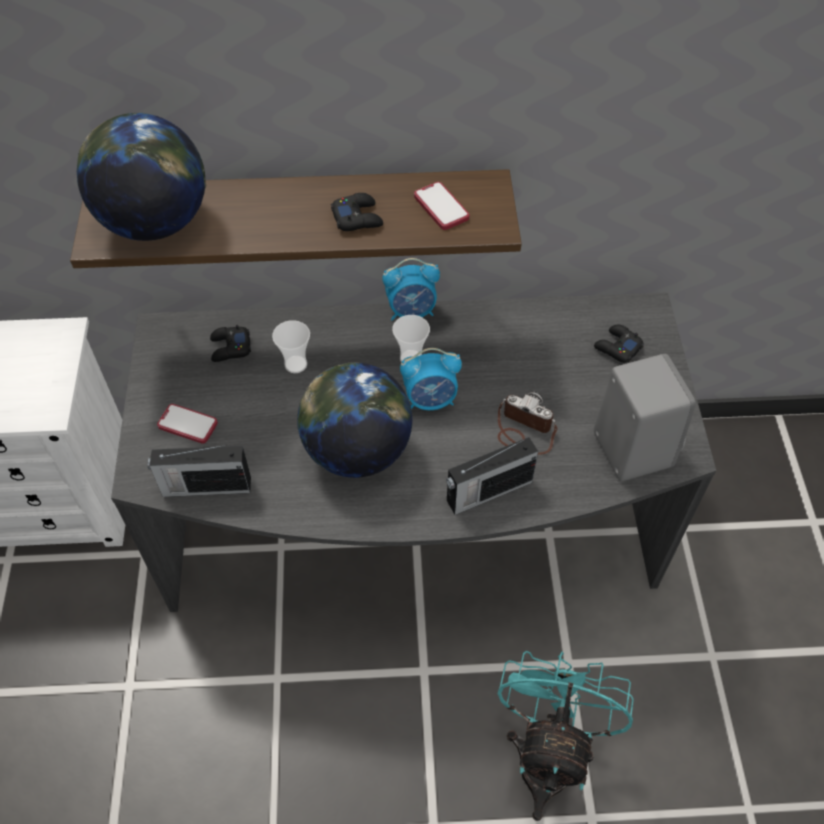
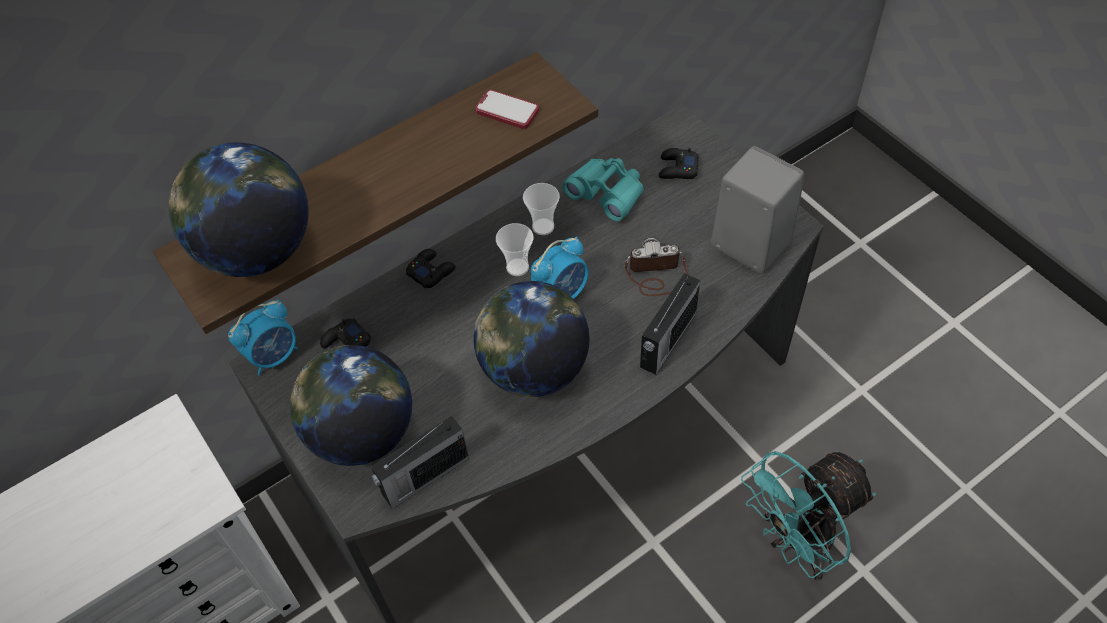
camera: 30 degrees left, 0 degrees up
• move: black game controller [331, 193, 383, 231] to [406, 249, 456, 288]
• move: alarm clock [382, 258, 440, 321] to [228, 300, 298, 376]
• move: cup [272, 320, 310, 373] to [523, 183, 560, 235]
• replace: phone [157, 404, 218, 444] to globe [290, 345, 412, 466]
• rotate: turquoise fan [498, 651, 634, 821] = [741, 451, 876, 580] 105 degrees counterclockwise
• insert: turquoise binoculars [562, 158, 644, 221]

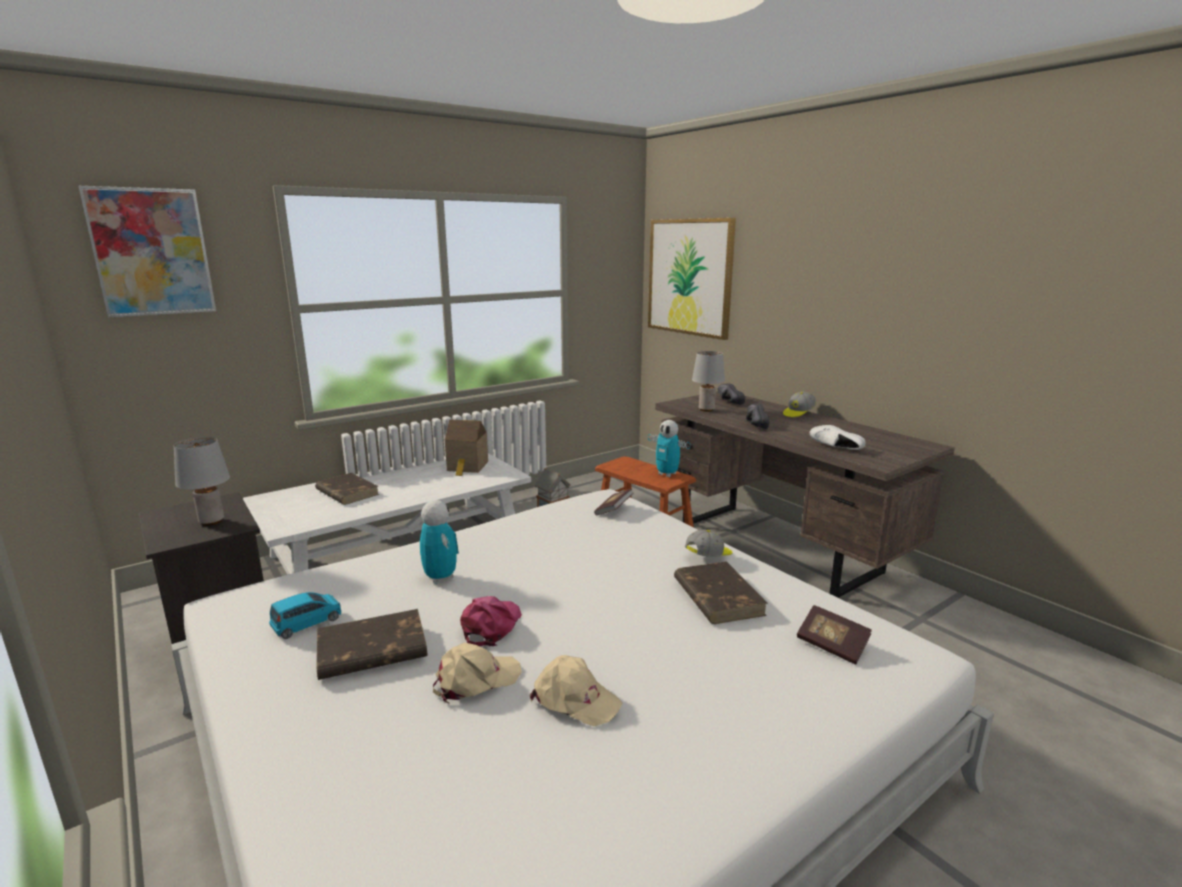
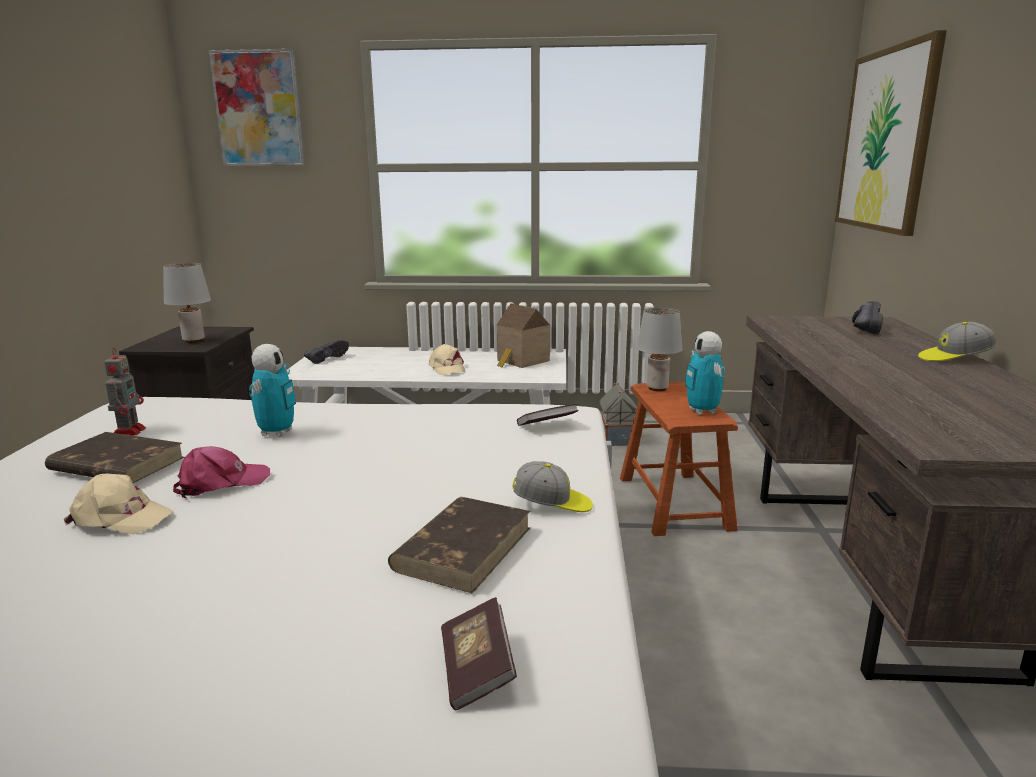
camera: 40 degrees right, 0 degrees up
• move: grey table lamp [692, 351, 725, 412] to [637, 308, 682, 391]
• move: black shoe [746, 404, 769, 429] to [304, 340, 349, 364]
• delete: white shoe [810, 425, 865, 450]
• delete: brown book [315, 473, 379, 505]
• replace: blue toy car [269, 592, 341, 639] to toy robot [104, 348, 146, 435]
• move: beige cap [530, 655, 623, 726] to [429, 344, 465, 375]

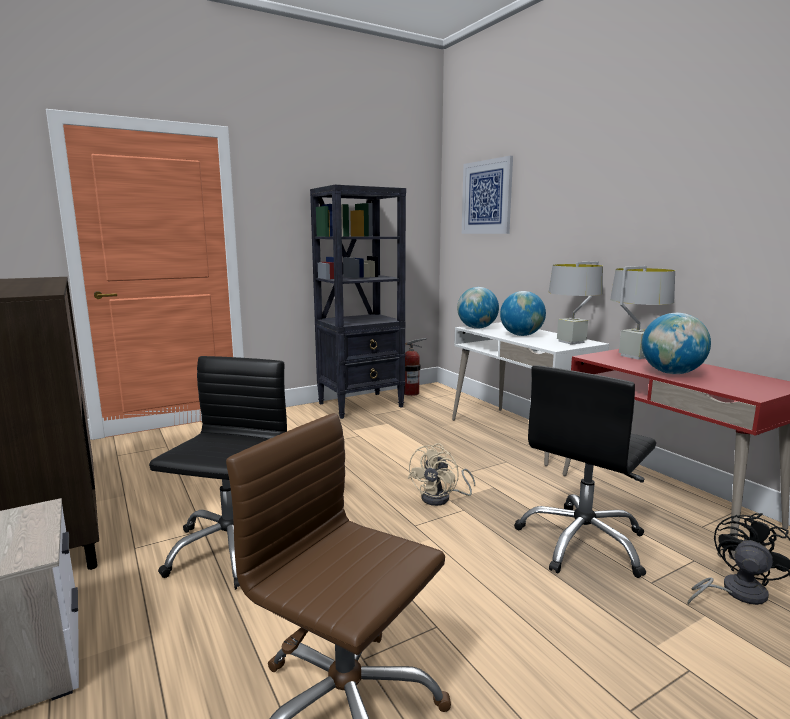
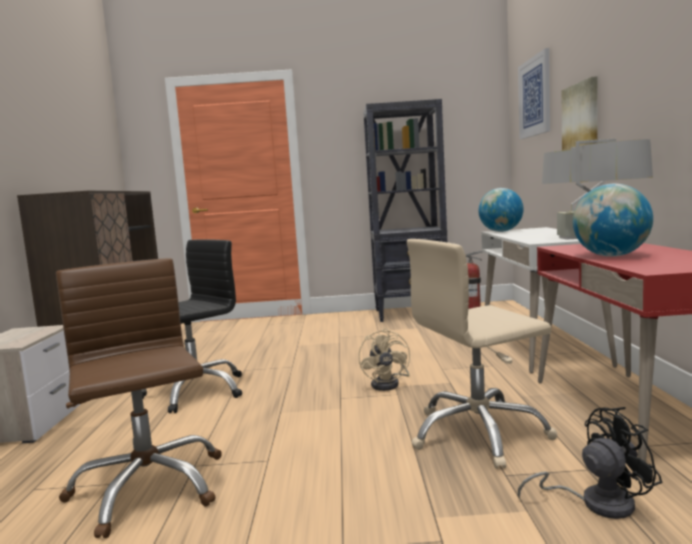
camera: 30 degrees right, 5 degrees down
• delete: globe [500, 291, 546, 336]
• recolor: black office chair [514, 365, 656, 578] to beige office chair [407, 239, 557, 469]
• rotate: beige fan [408, 443, 475, 506] = [358, 328, 410, 391] 60 degrees counterclockwise
• insert: picture [562, 76, 598, 151]

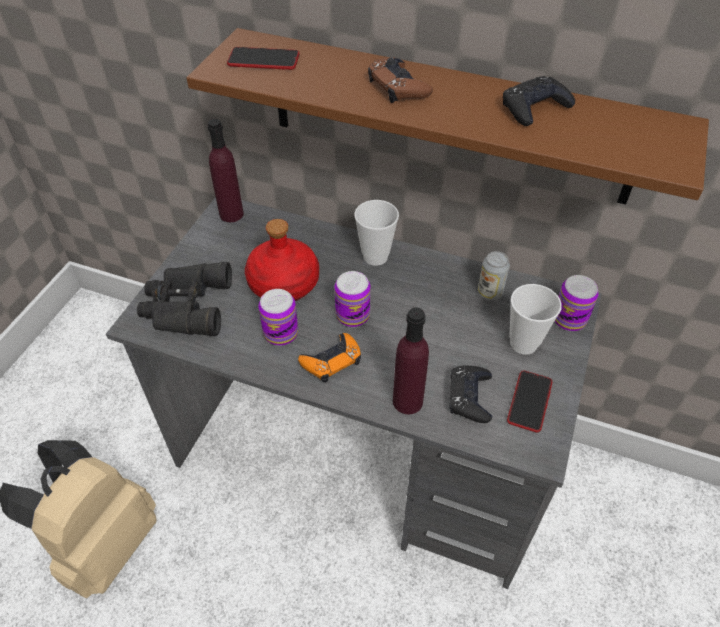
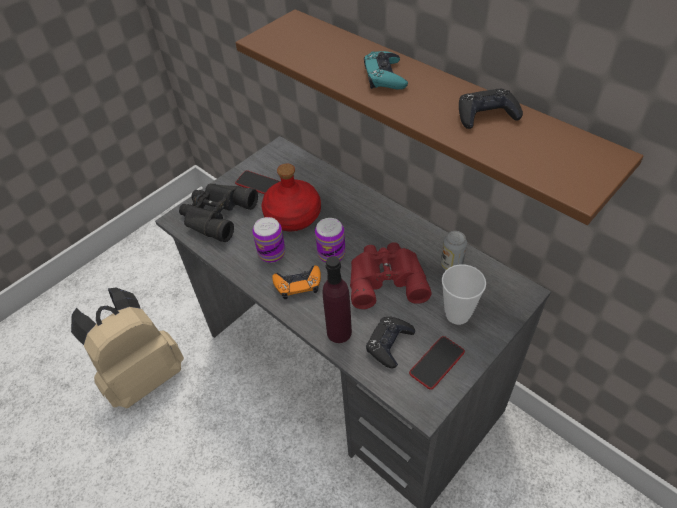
camera: 25 degrees right, 0 degrees up
• move: phone [227, 47, 300, 70] to [235, 170, 280, 194]
• recolor: brown game controller [368, 57, 433, 103] to turquoise game controller [364, 51, 408, 89]
• delete: purple bottle [208, 119, 244, 222]
• delete: cup [354, 200, 399, 266]
• delete: can [555, 275, 599, 331]
• insert: red binoculars [350, 242, 432, 309]

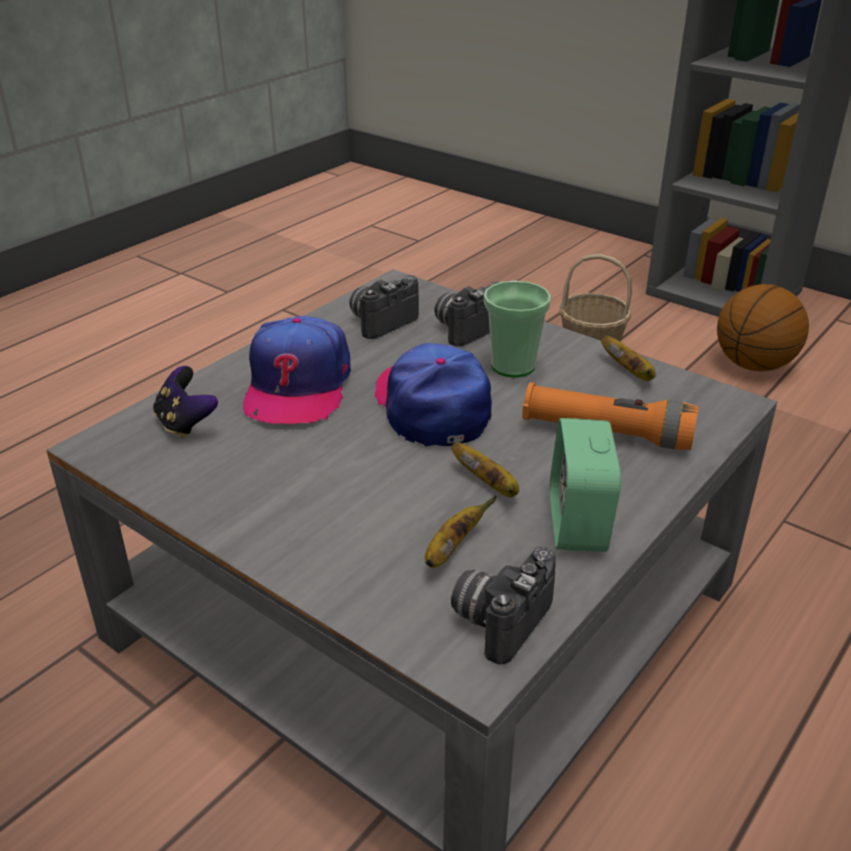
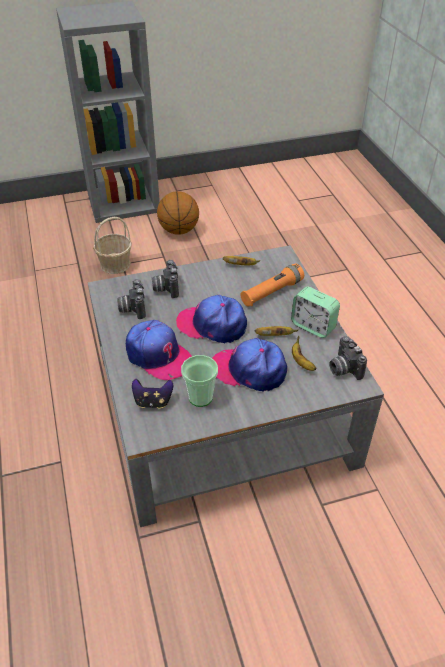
camera: 55 degrees left, 10 degrees up
• move: cup [484, 281, 551, 378] to [181, 355, 218, 407]
• insert: cap [212, 338, 287, 392]

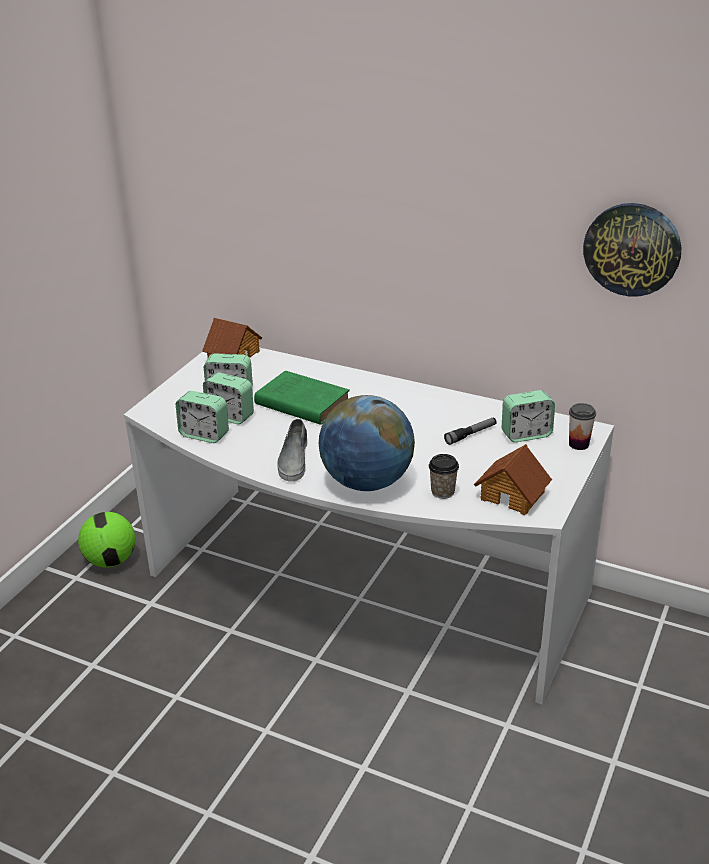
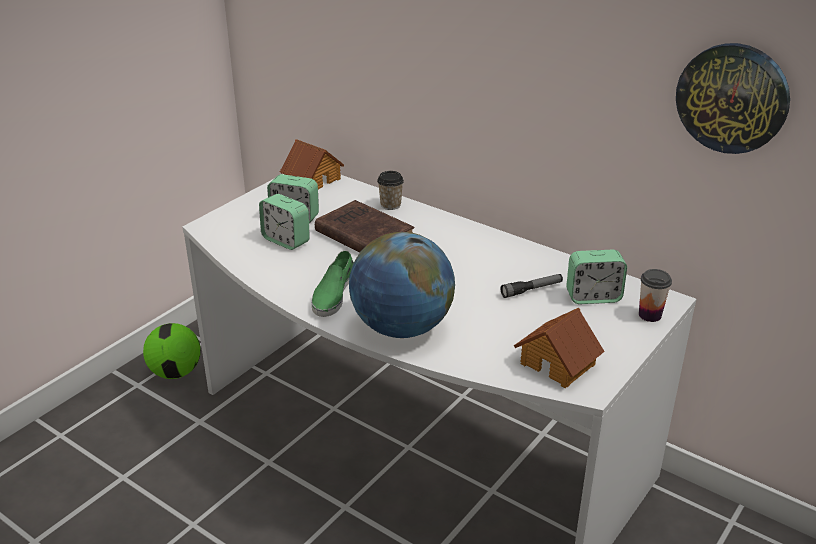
camera: 10 degrees right, 0 degrees up
• recolor: green book [254, 371, 350, 425] to brown book [315, 200, 414, 253]
• delete: alarm clock [176, 391, 229, 443]
• recolor: grey shoe [277, 419, 307, 482] to green shoe [312, 251, 353, 317]
• move: cup [429, 454, 459, 499] to [377, 171, 404, 210]

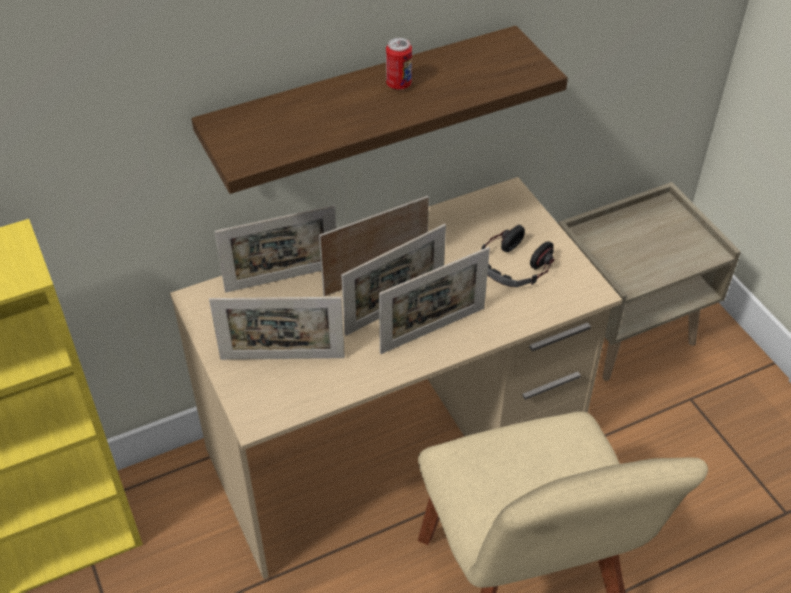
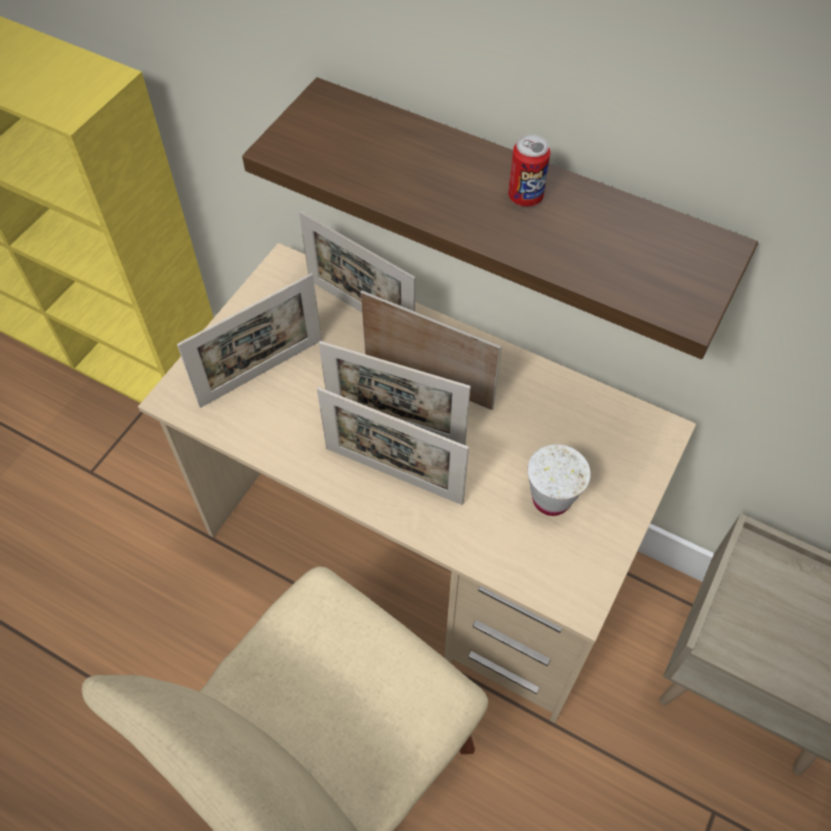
camera: 55 degrees right, 10 degrees up
• replace: headphones [482, 225, 554, 287] to white cup [527, 444, 591, 516]
• rotate: picture frame [209, 297, 345, 360] = [177, 273, 322, 408] 90 degrees counterclockwise

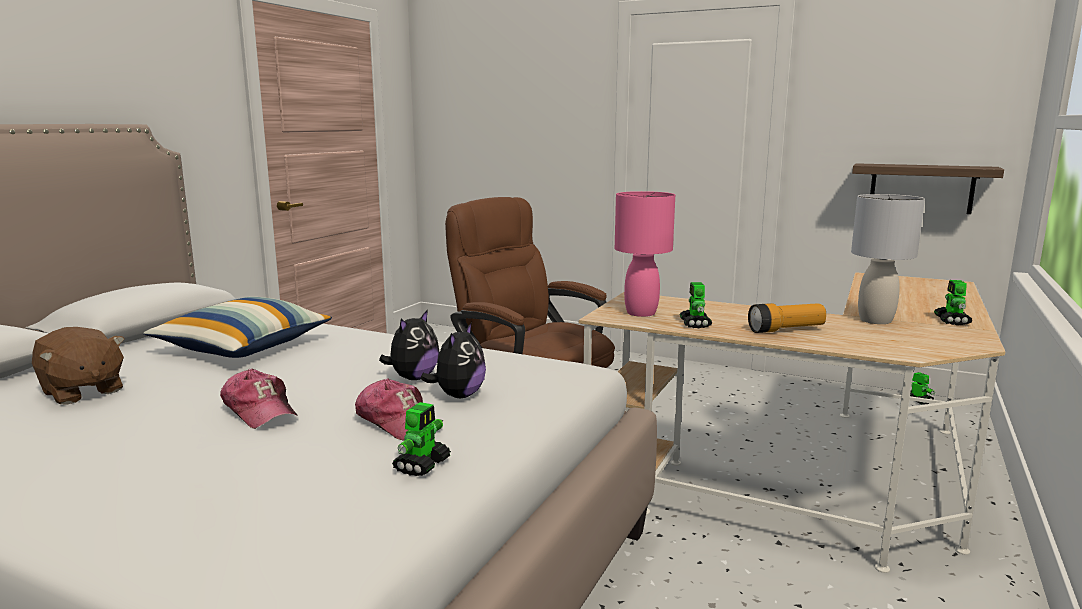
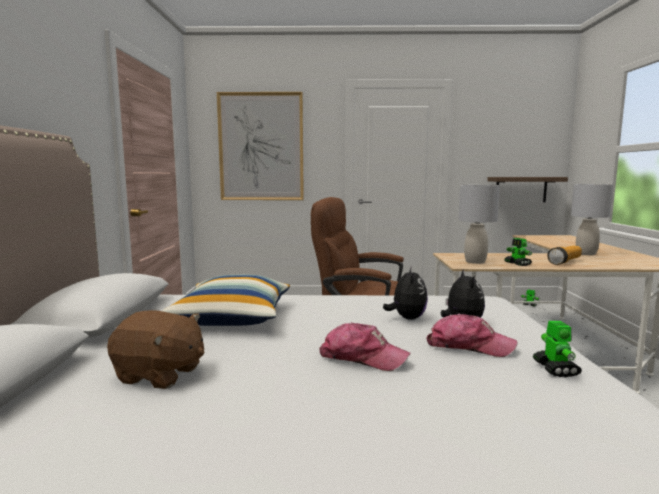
camera: 25 degrees left, 5 degrees down
• recolor: pink table lamp [615, 191, 675, 317] to grey table lamp [458, 185, 500, 264]
• delete: toy robot [934, 280, 973, 325]
• insert: picture [217, 92, 304, 200]

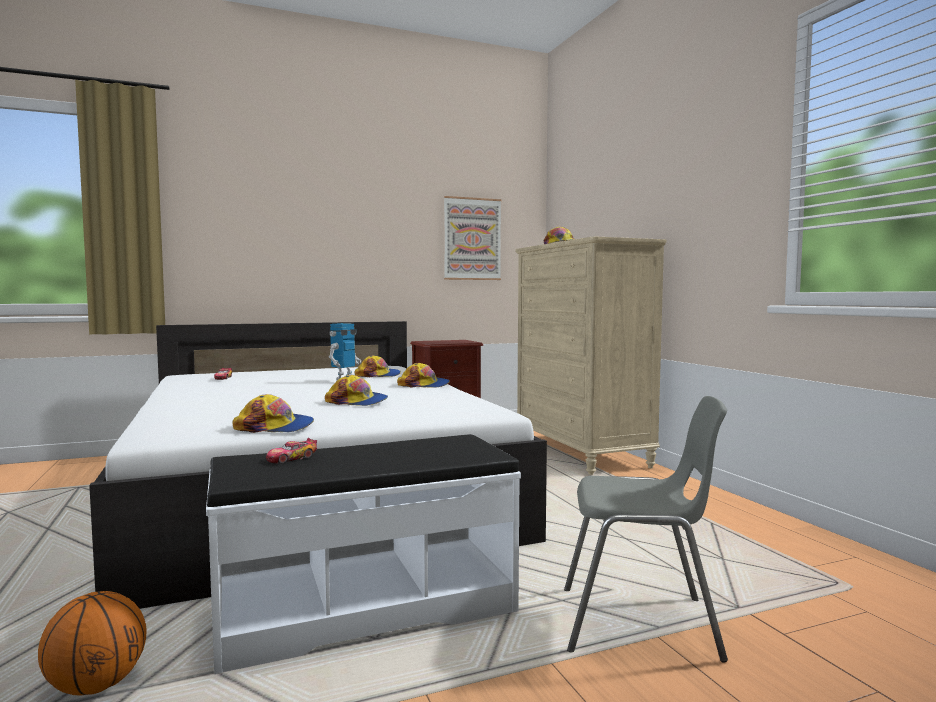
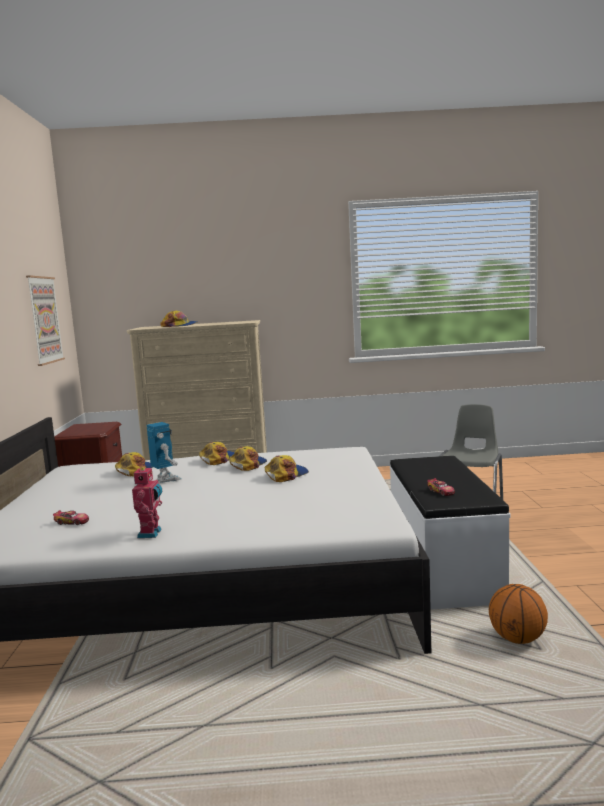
camera: 70 degrees left, 5 degrees up
• move: cap [233, 394, 314, 433] to [229, 446, 267, 471]
• insert: toy robot [132, 465, 162, 538]

